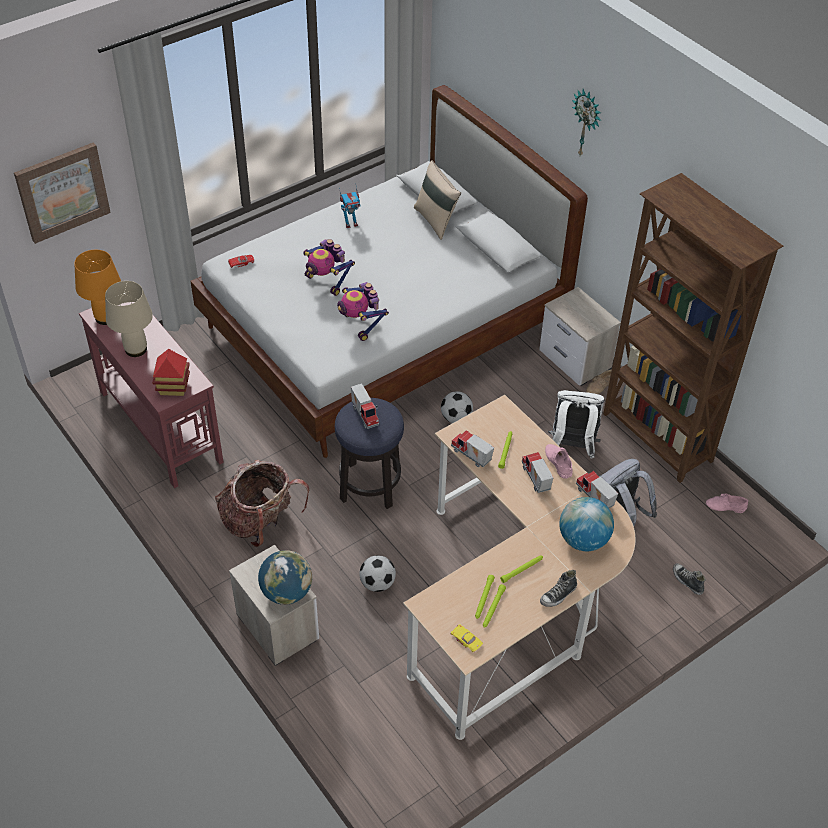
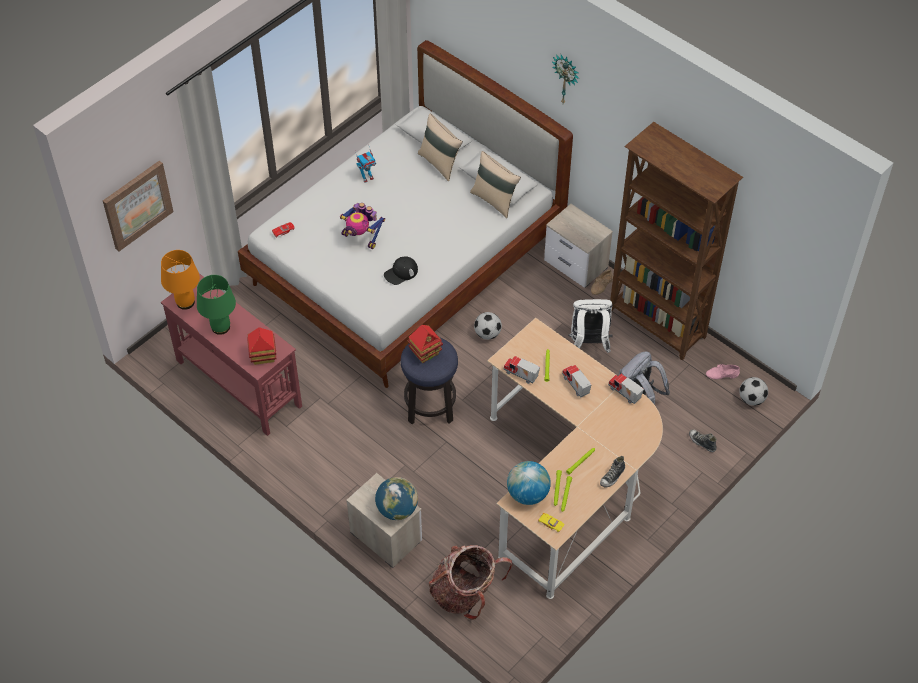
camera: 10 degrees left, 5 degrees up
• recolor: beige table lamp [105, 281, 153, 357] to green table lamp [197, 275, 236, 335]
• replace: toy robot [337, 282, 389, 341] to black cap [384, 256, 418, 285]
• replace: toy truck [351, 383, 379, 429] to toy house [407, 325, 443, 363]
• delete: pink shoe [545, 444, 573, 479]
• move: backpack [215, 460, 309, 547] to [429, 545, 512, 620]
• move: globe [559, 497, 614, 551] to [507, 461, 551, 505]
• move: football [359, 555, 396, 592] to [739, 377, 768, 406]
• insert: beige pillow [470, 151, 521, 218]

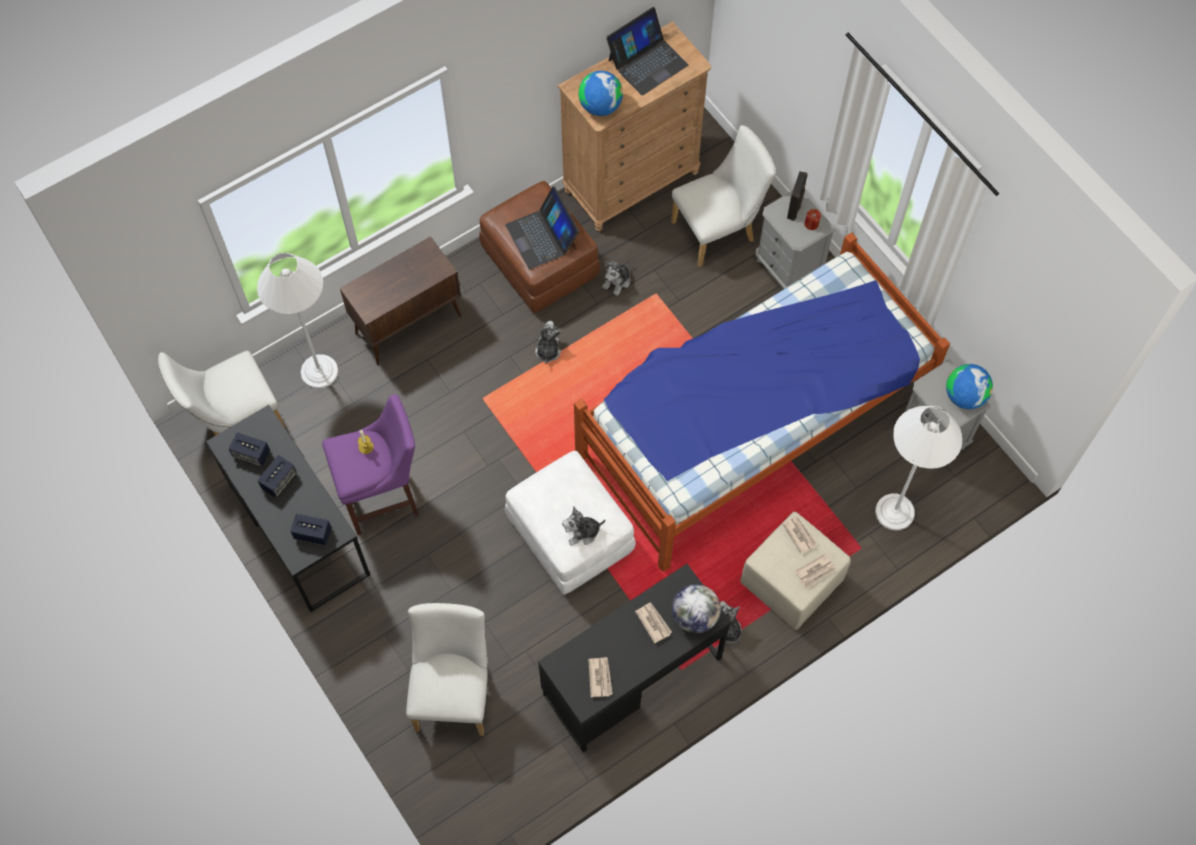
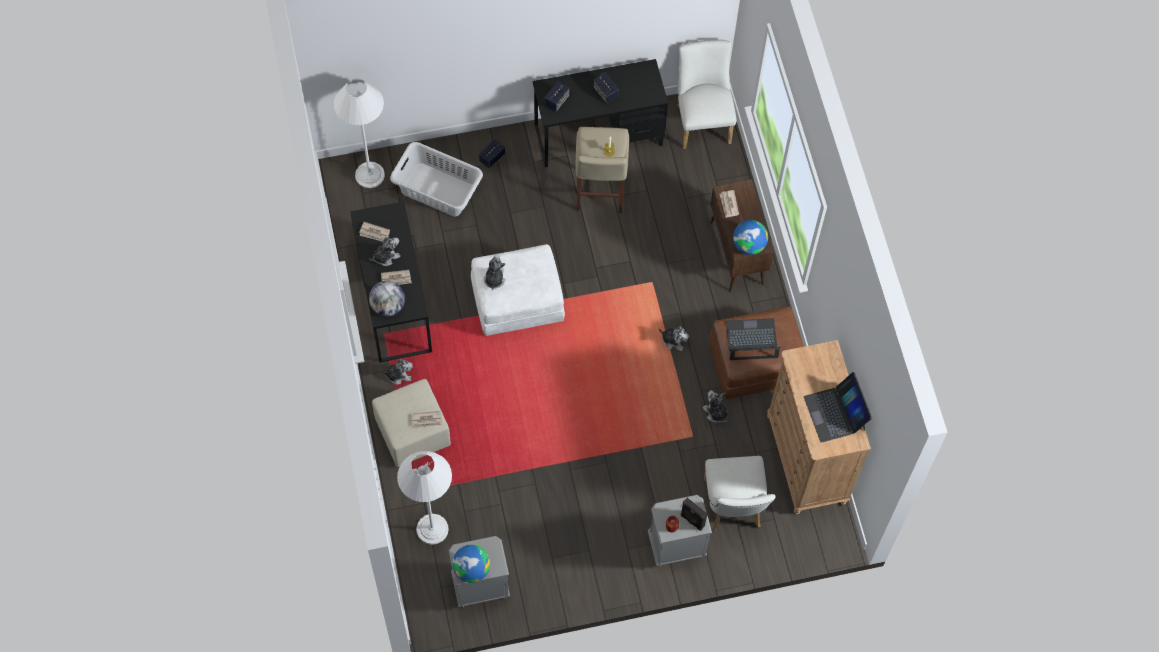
camera: 110 degrees right, 0 degrees up
• move: globe [578, 71, 623, 116] to [733, 220, 768, 255]
• delete: bed [574, 233, 950, 572]
• move: white floor lamp [257, 253, 339, 389] to [334, 79, 385, 188]
• recolor: purple stool [322, 394, 419, 535] to beige stool [576, 127, 629, 213]
• move: speaker [228, 432, 270, 467] to [479, 139, 505, 169]
• move: newspaper [794, 554, 836, 588] to [719, 190, 739, 218]
• replace: white chair [406, 603, 488, 736] to grey laundry basket [390, 142, 483, 217]
• insert: plush toy [369, 237, 400, 266]

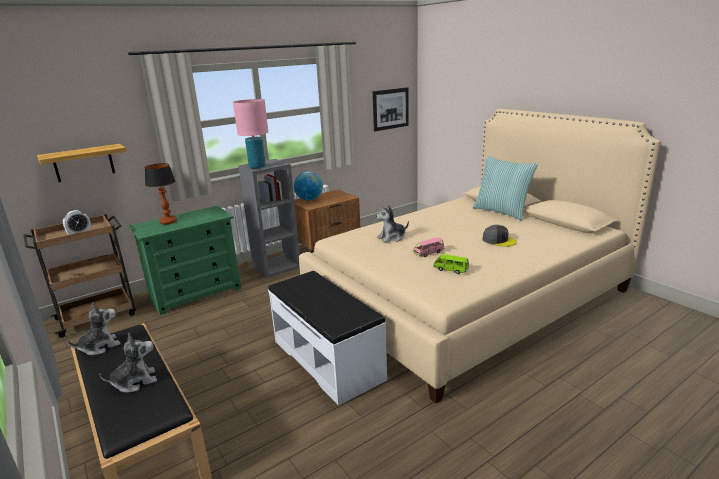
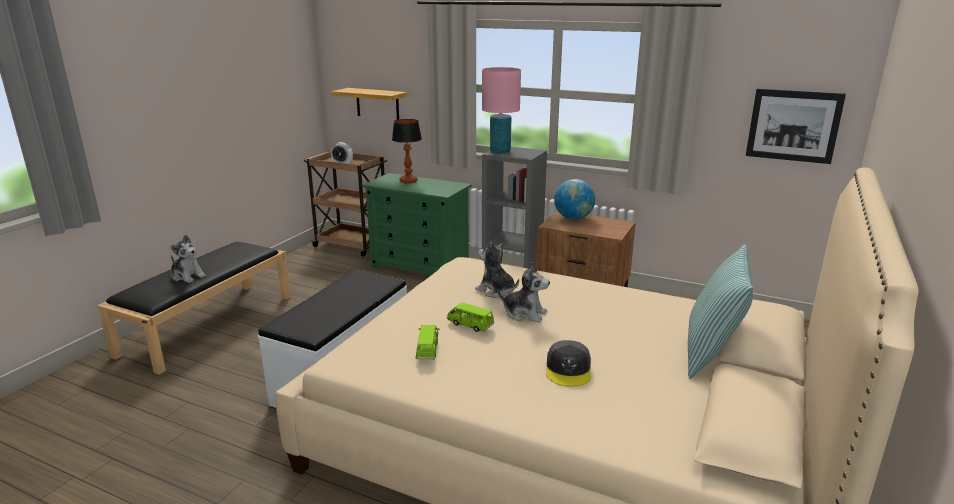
camera: 60 degrees right, 0 degrees up
• recolor: pink toy car [413, 237, 445, 257] to green toy car [447, 302, 494, 332]
• move: plush toy [67, 302, 121, 355] to [497, 262, 550, 322]

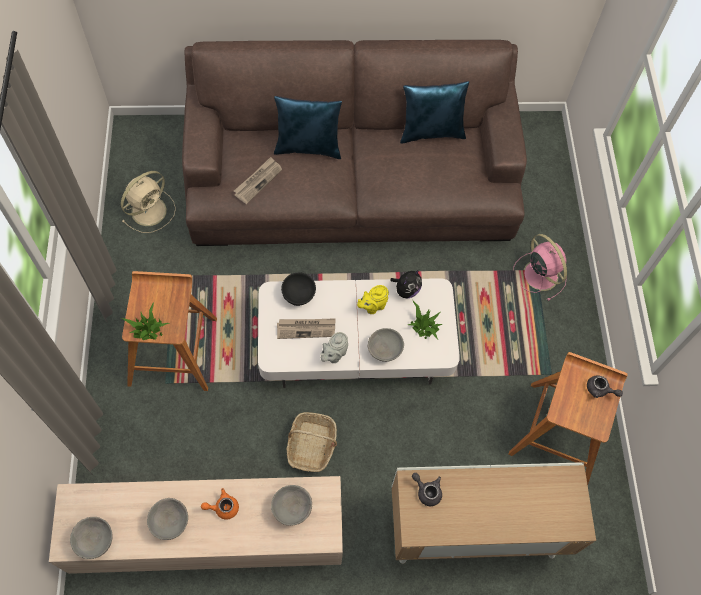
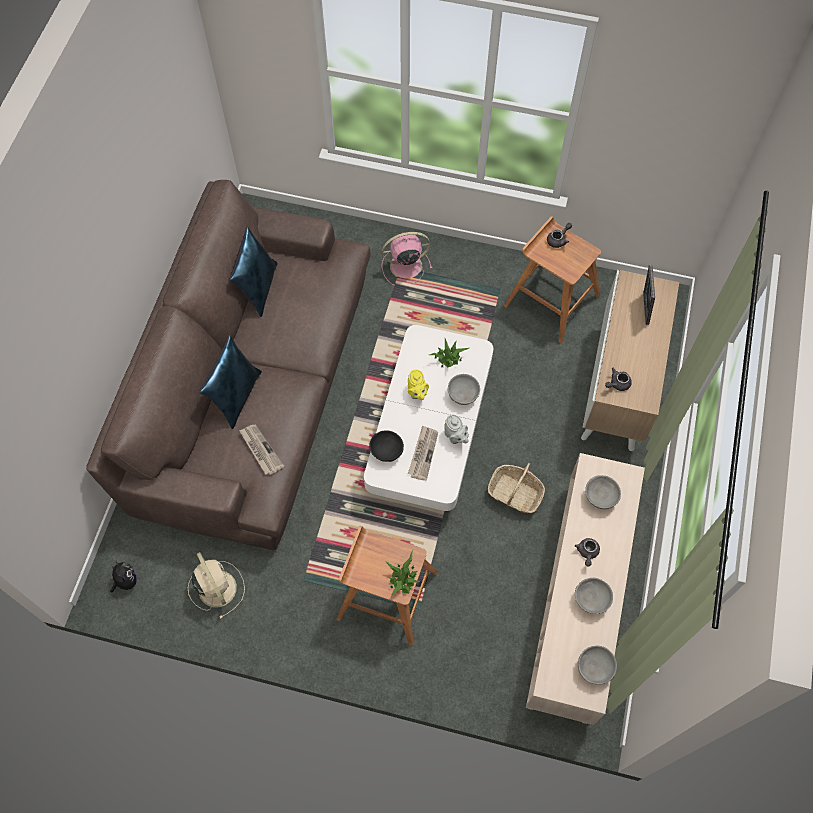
camera: 70 degrees left, 0 degrees up
• move: plush toy [390, 270, 422, 298] to [110, 561, 137, 592]
• recolor: orange teapot [201, 488, 239, 520] to grey teapot [575, 538, 600, 567]
• insert: picture frame [643, 265, 655, 325]

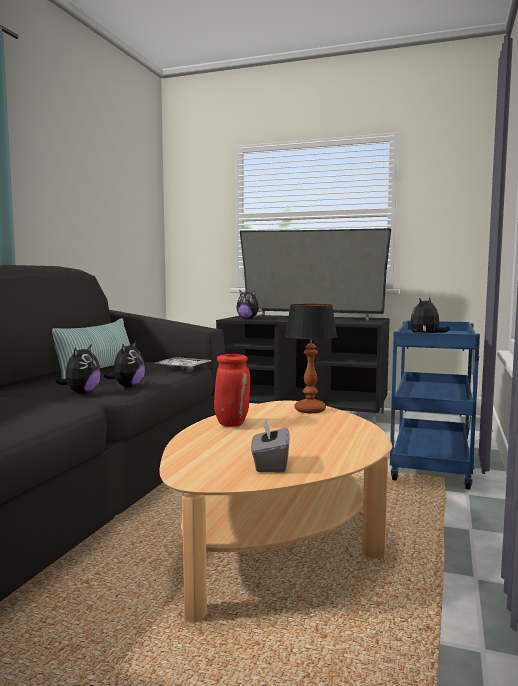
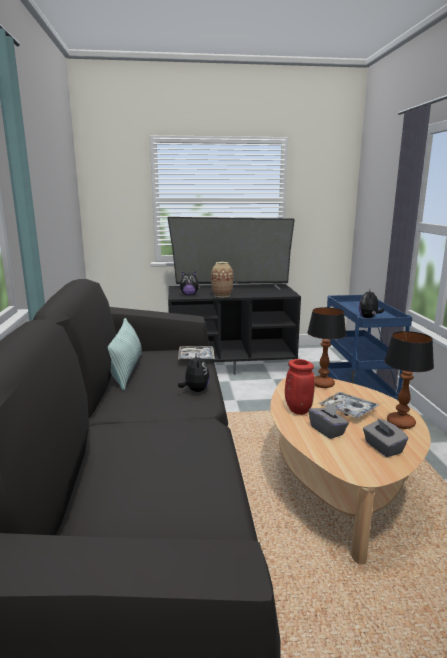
camera: 25 degrees left, 10 degrees up
• delete: plush toy [55, 345, 101, 394]
• insert: vase [211, 262, 233, 297]
• insert: table lamp [384, 331, 434, 429]
• insert: tray [318, 392, 379, 419]
• insert: grey tissue box [308, 402, 349, 439]

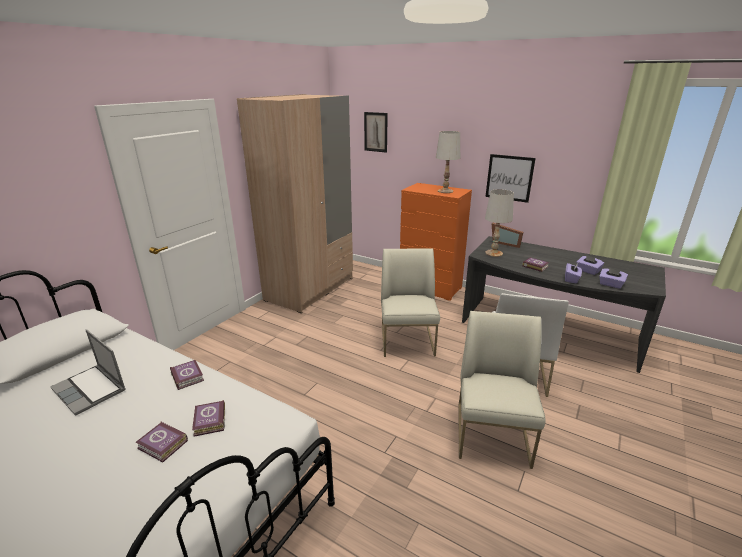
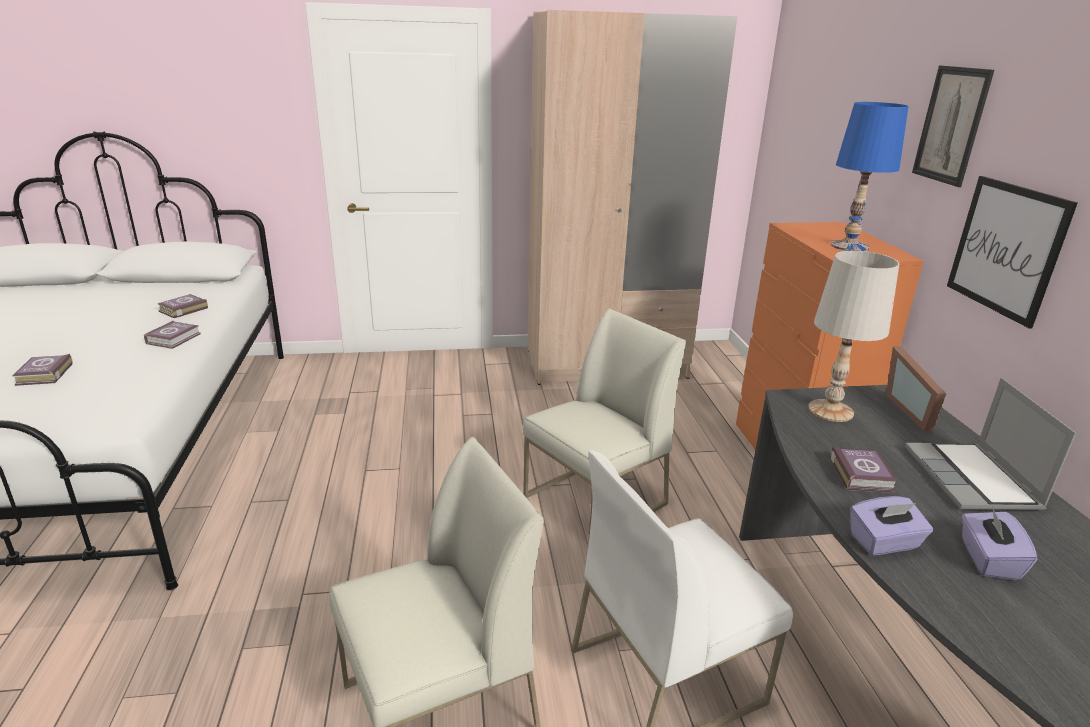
camera: 50 degrees right, 0 degrees up
• move: picture [364, 112, 388, 153] to [912, 66, 994, 187]
• recolor: white table lamp [436, 131, 460, 193] to blue table lamp [830, 102, 908, 251]
• delete: purple tissue box [599, 268, 628, 289]
• move: laptop [50, 329, 126, 416] to [905, 378, 1077, 510]
• move: book [192, 400, 225, 437] to [158, 294, 208, 318]

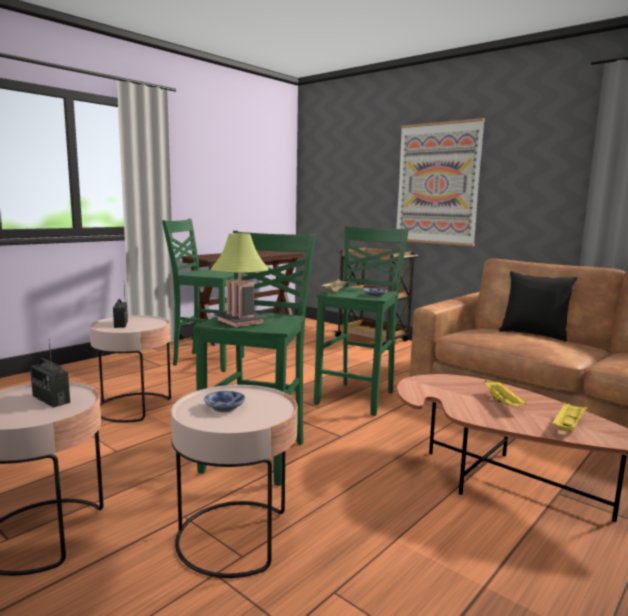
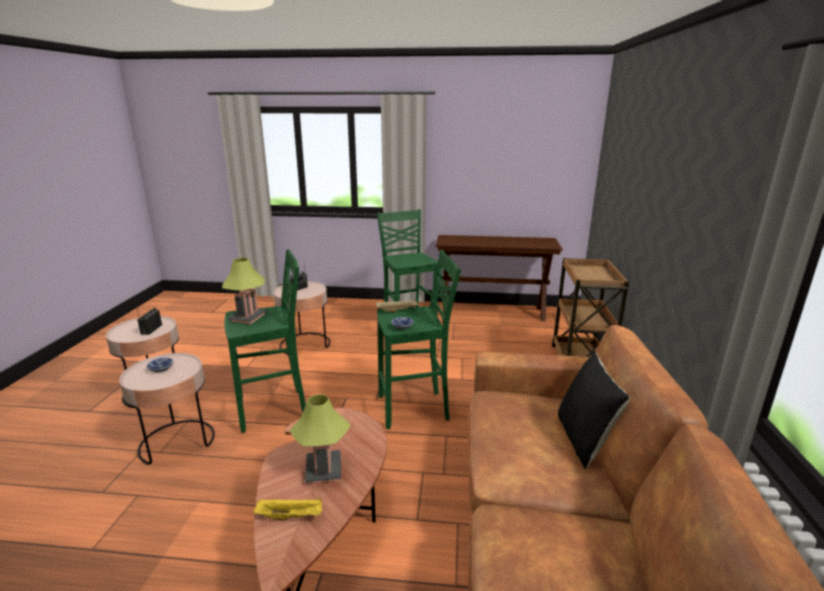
camera: 55 degrees right, 10 degrees up
• delete: picture [396, 118, 485, 246]
• replace: yellow tray [484, 380, 527, 406] to table lamp [290, 394, 350, 484]

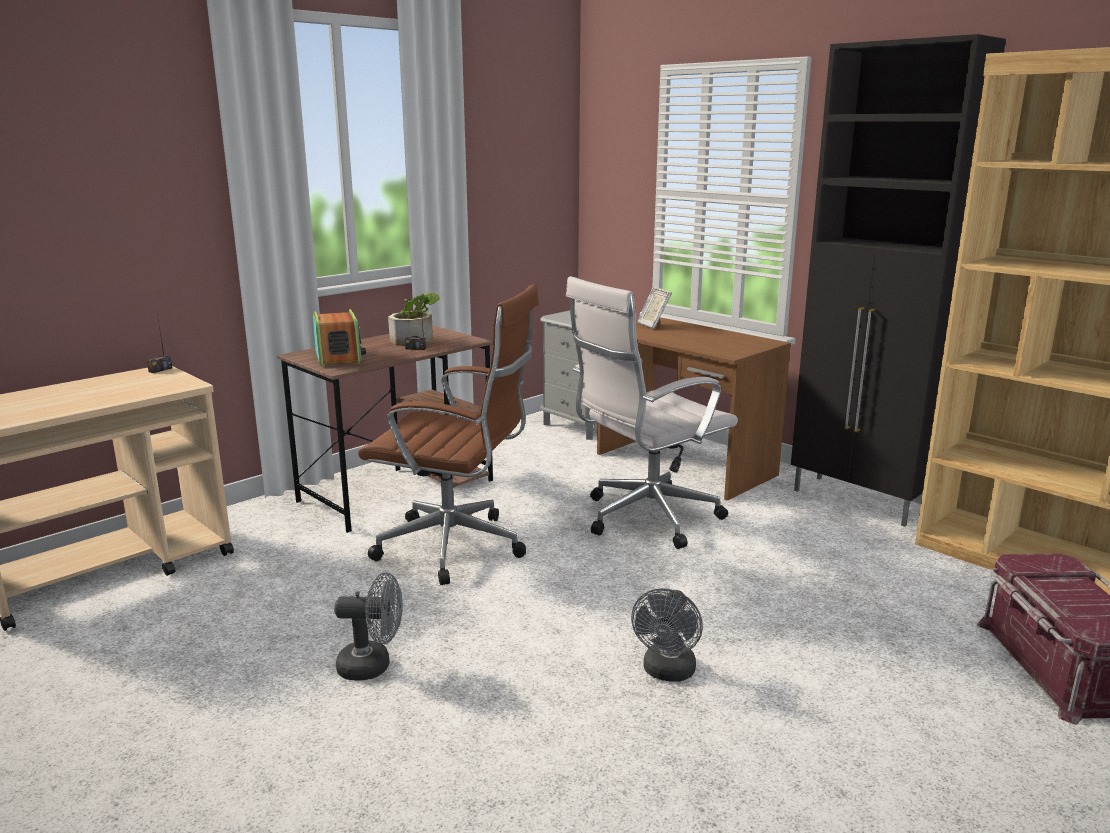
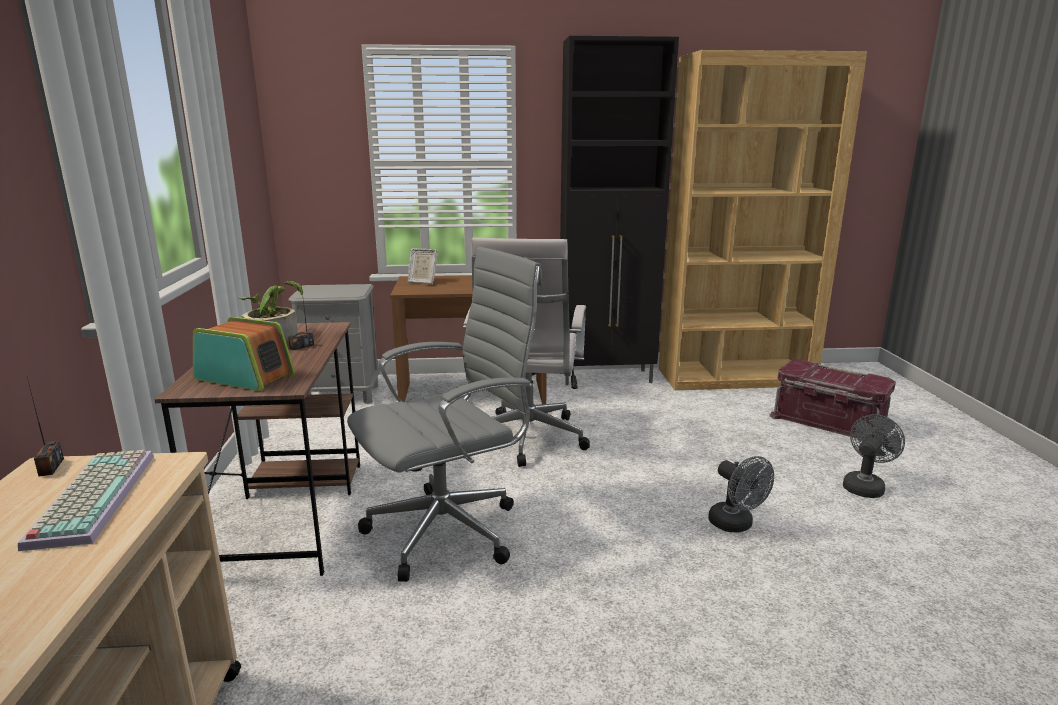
camera: 50 degrees left, 0 degrees up
• recolor: brown office chair [358, 284, 539, 585] to grey office chair [347, 247, 542, 582]
• move: grey fan [334, 573, 403, 681] to [843, 414, 905, 498]
• insert: keyboard [18, 450, 154, 551]

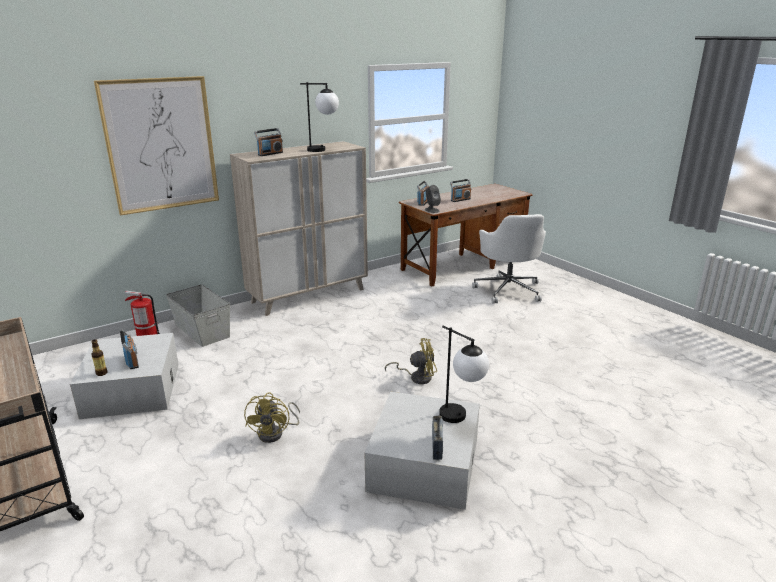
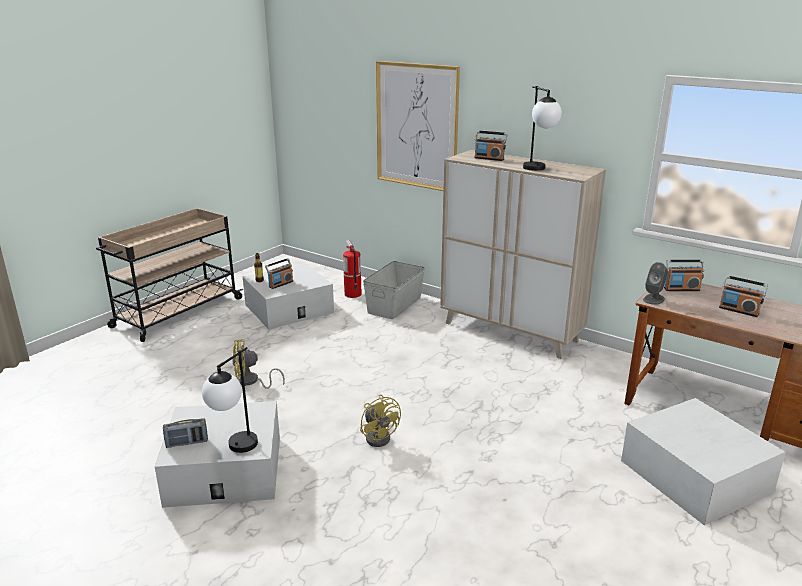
camera: 70 degrees right, 0 degrees up
• replace: white office chair [472, 214, 546, 304] to white storage box [621, 398, 786, 525]

